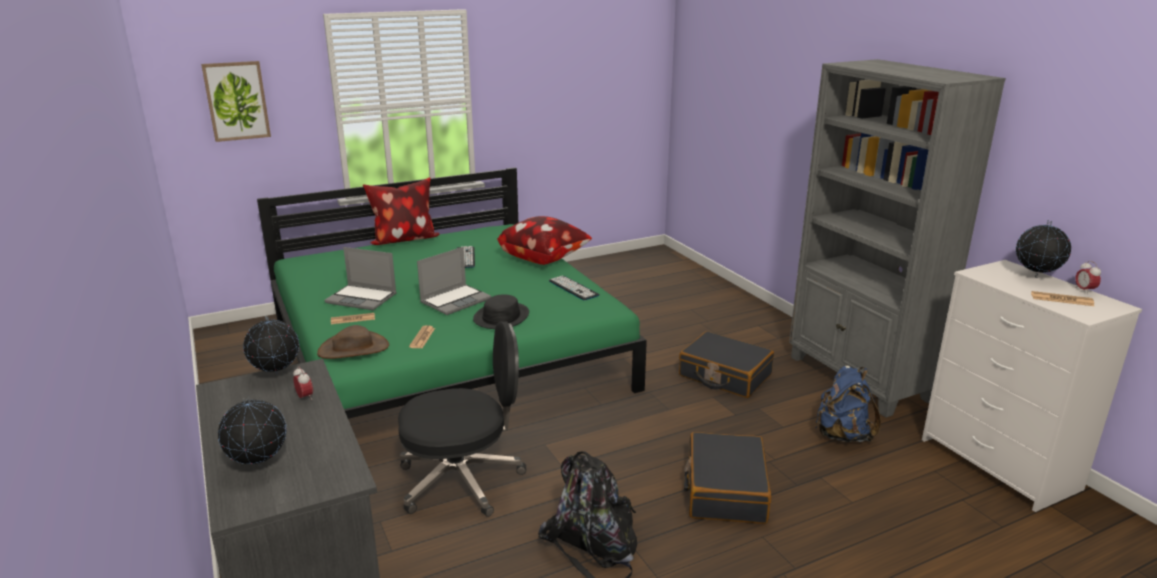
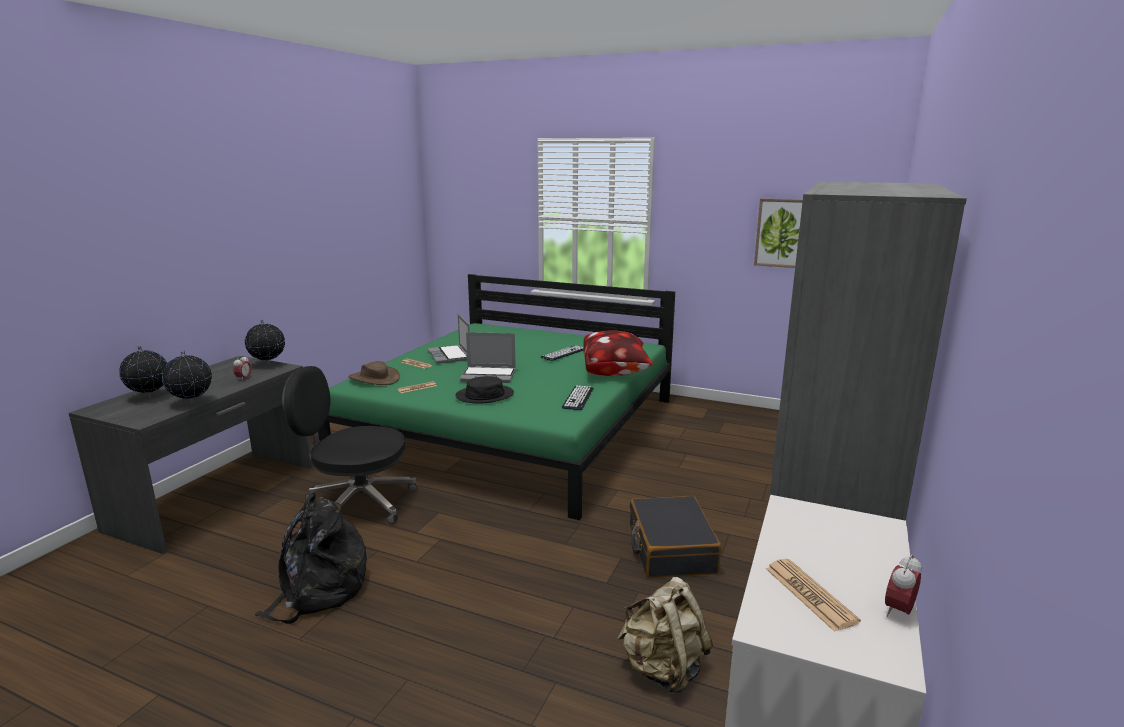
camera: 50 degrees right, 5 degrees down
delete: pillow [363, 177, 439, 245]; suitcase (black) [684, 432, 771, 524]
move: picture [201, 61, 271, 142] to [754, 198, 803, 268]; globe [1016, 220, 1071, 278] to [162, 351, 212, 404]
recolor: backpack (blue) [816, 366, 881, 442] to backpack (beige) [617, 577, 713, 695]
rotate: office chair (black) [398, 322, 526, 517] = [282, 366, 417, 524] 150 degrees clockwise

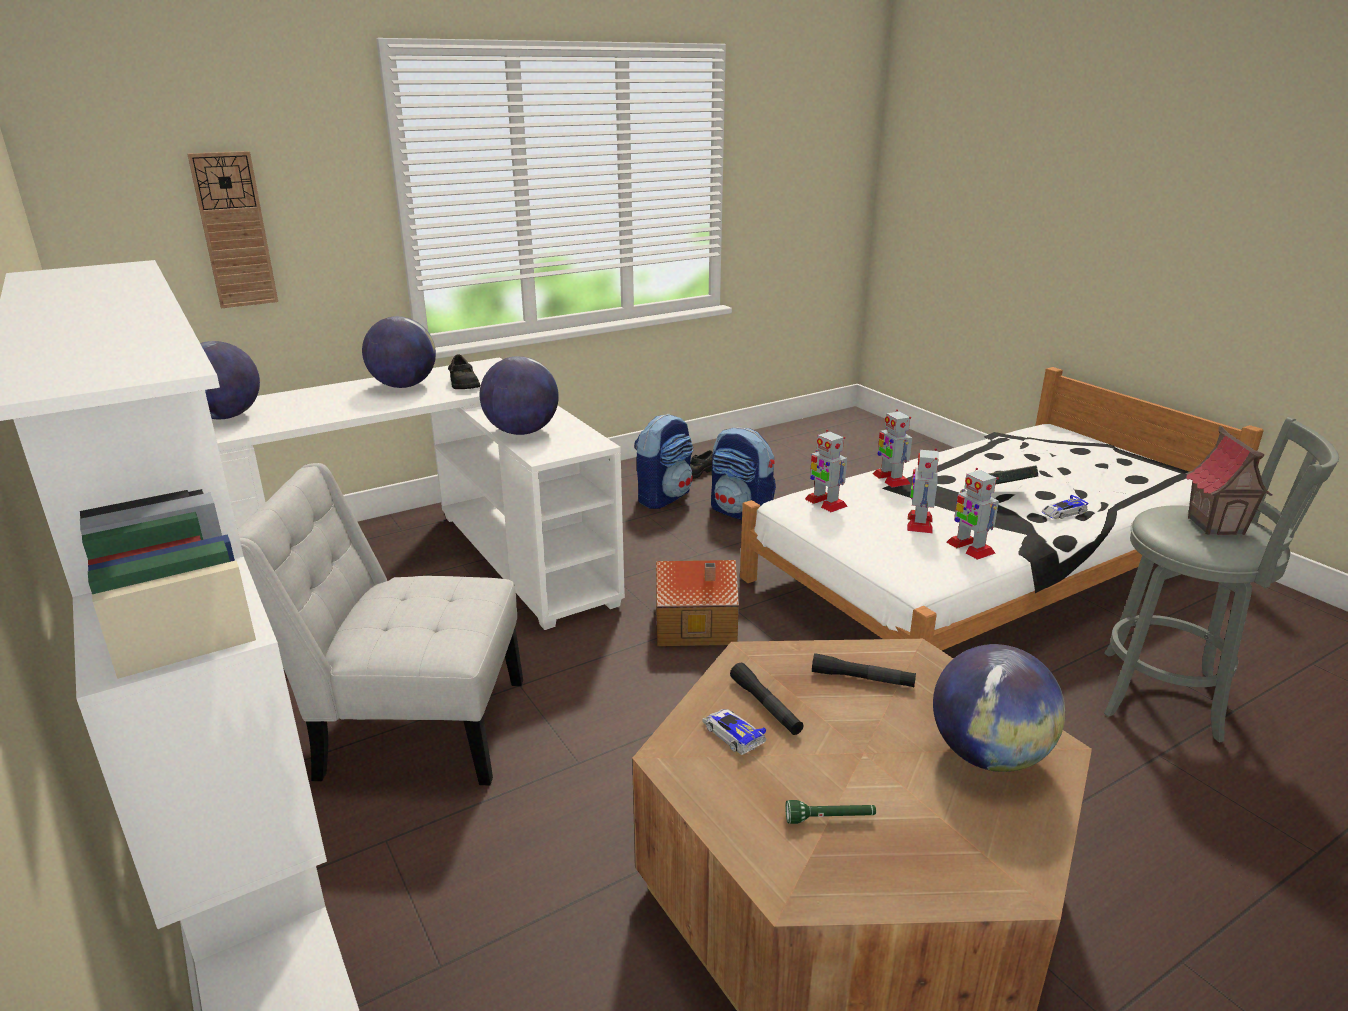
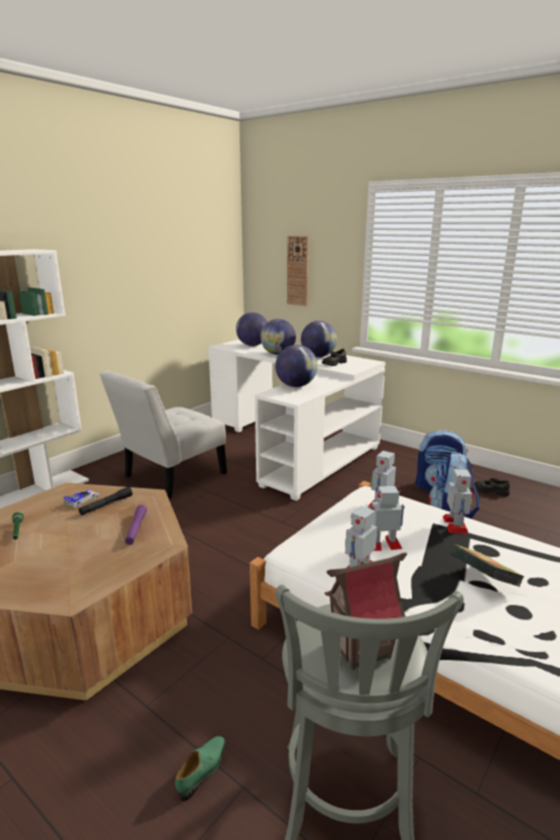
camera: 70 degrees right, 5 degrees down
delete: toy house [656, 560, 739, 646]; toy car [1042, 495, 1088, 519]
insert: shoe (green) [175, 736, 225, 801]
move: globe [933, 644, 1065, 772] to [260, 319, 296, 355]
recolor: flashlight (black) [812, 653, 916, 687] to flashlight (purple) [125, 505, 147, 545]
rotate: chair (white) [237, 463, 523, 785] = [100, 370, 227, 499] 120 degrees counterclockwise; toy robot [873, 409, 912, 487] = [443, 467, 473, 534] 135 degrees clockwise

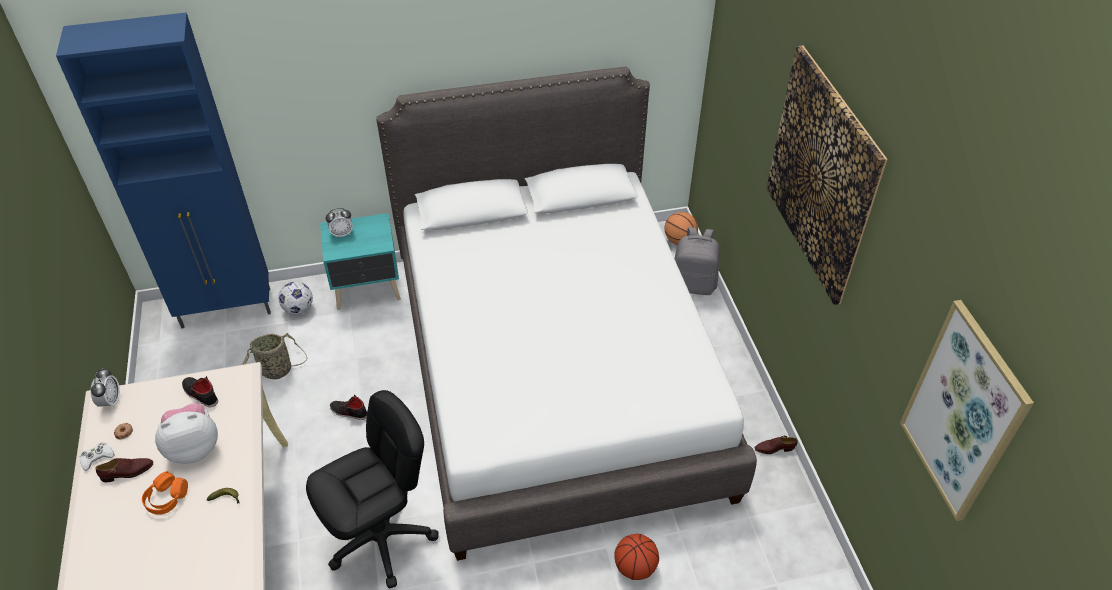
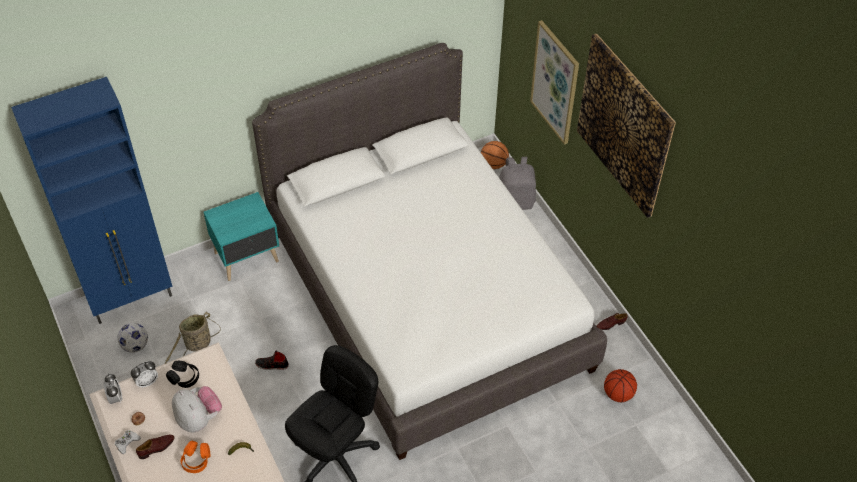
camera: 15 degrees left, 5 degrees up
move: football [279, 282, 313, 315] to [117, 323, 148, 353]; alarm clock [326, 208, 353, 237] to [131, 361, 158, 388]; basketball [614, 534, 659, 580] to [604, 369, 637, 402]; picture [900, 300, 1034, 521] to [530, 20, 579, 145]
replace: shoe (black) [182, 376, 218, 407] to headphones (black) [166, 361, 199, 388]
rotate: plush toy [155, 403, 218, 464] = [172, 386, 222, 432] 90 degrees clockwise

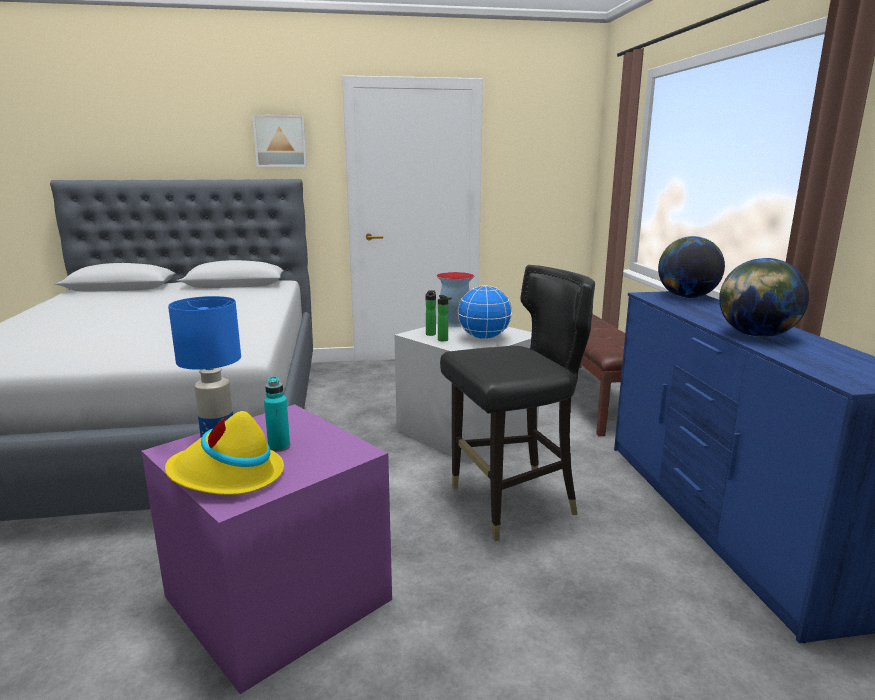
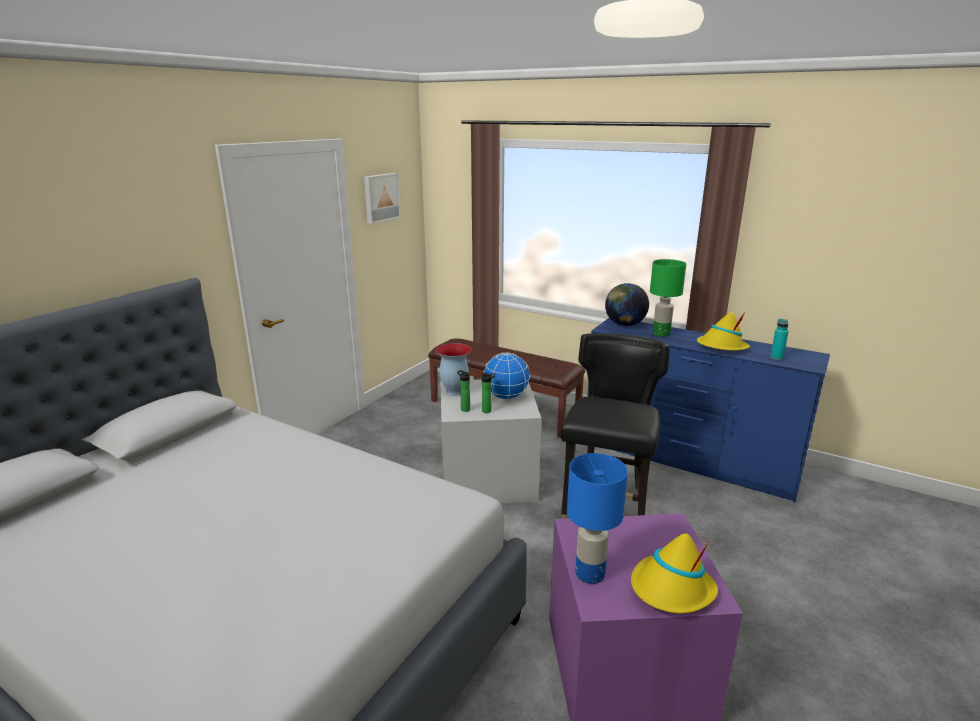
camera: 50 degrees left, 5 degrees up
insert: table lamp (green) [650, 259, 686, 337]
move: picture [252, 115, 307, 167] to [364, 173, 401, 224]; bottle (turquoise) [264, 377, 290, 452] to [770, 319, 789, 360]
replace: globe [719, 258, 809, 337] to hat (yellow) [697, 312, 750, 350]

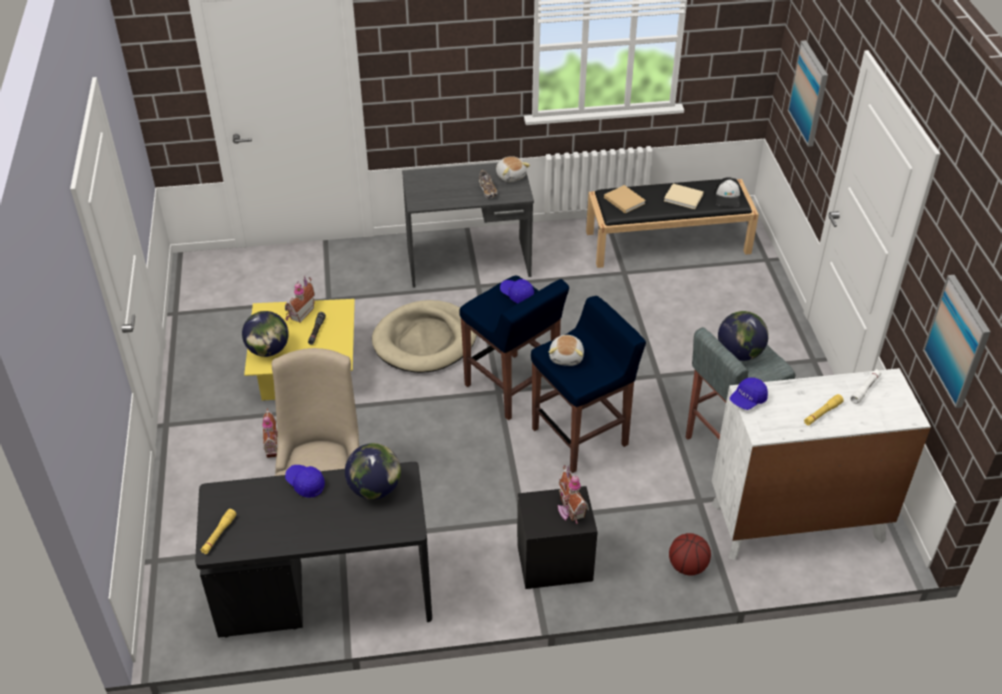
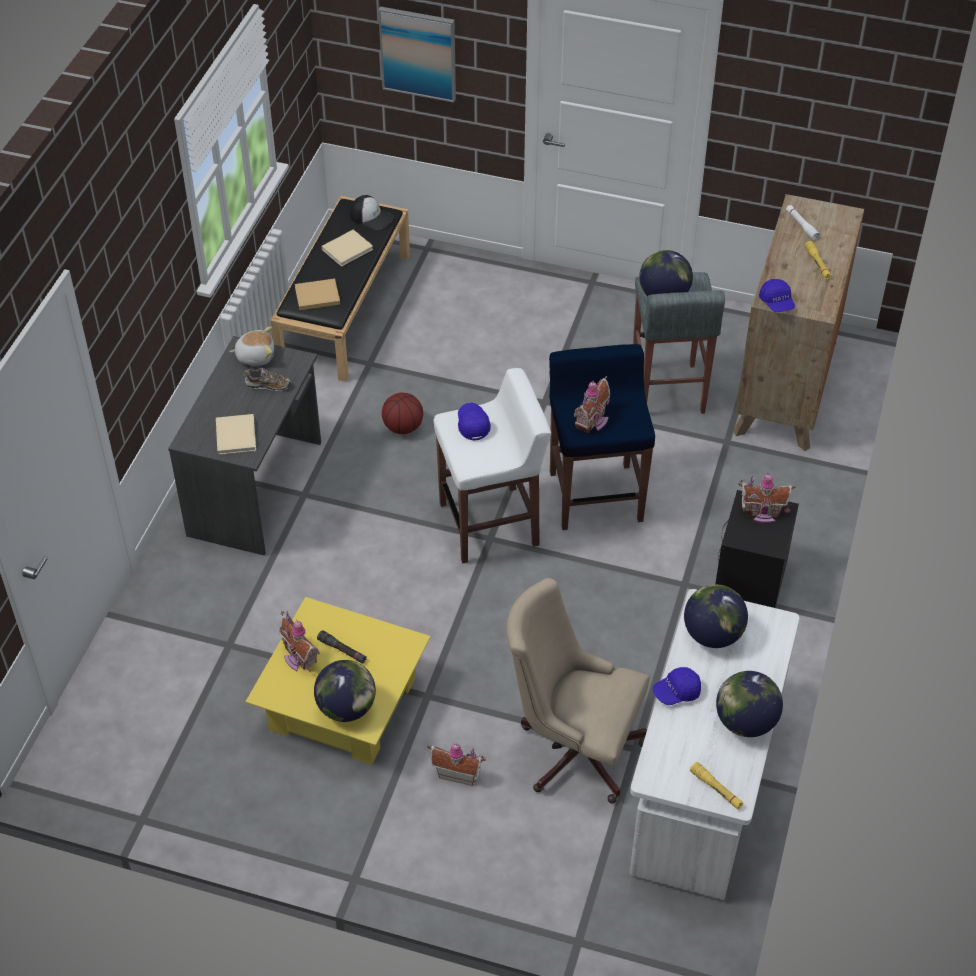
camera: 65 degrees left, 5 degrees up
delete: dog bed (beige) [372, 300, 477, 373]; picture [923, 275, 991, 408]
insert: book (beige) [216, 414, 256, 455]; globe [716, 671, 783, 737]
move: basketball [669, 533, 711, 576] to [382, 392, 423, 434]
replace: plush toy [549, 335, 584, 366] to toy house [574, 376, 610, 433]
recolor: desk (black) [195, 462, 432, 638] to desk (white) [630, 589, 800, 900]; stool (blue) [459, 276, 569, 420] to stool (white) [434, 368, 551, 563]; dresser (white) [710, 368, 931, 560] to dresser (brown) [733, 194, 864, 451]
rotate: cap (blue) [500, 279, 534, 303] = [458, 403, 491, 440] 105 degrees clockwise

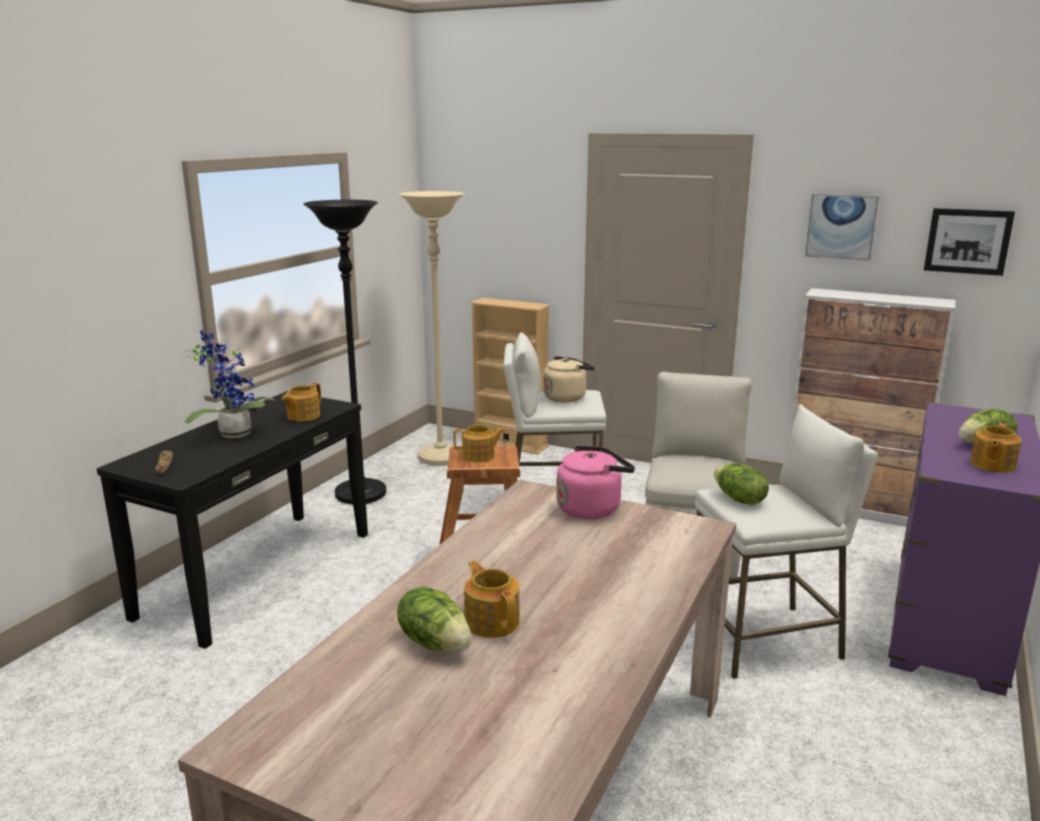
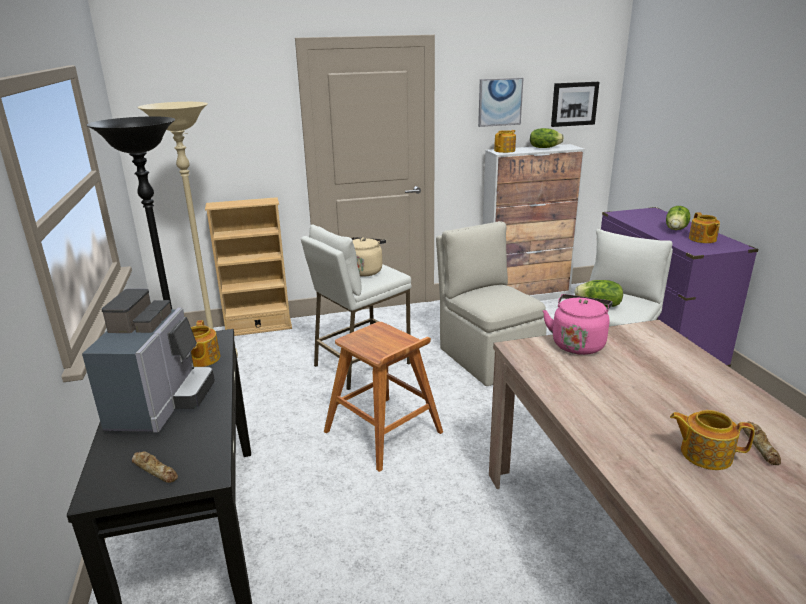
camera: 40 degrees left, 5 degrees up
insert: bread [743, 421, 781, 465]
move: lettuce [397, 587, 472, 652] to [530, 128, 564, 148]; teapot [453, 425, 505, 462] to [494, 130, 516, 153]
replace: potted plant [185, 330, 276, 438] to coffee machine [82, 289, 215, 433]

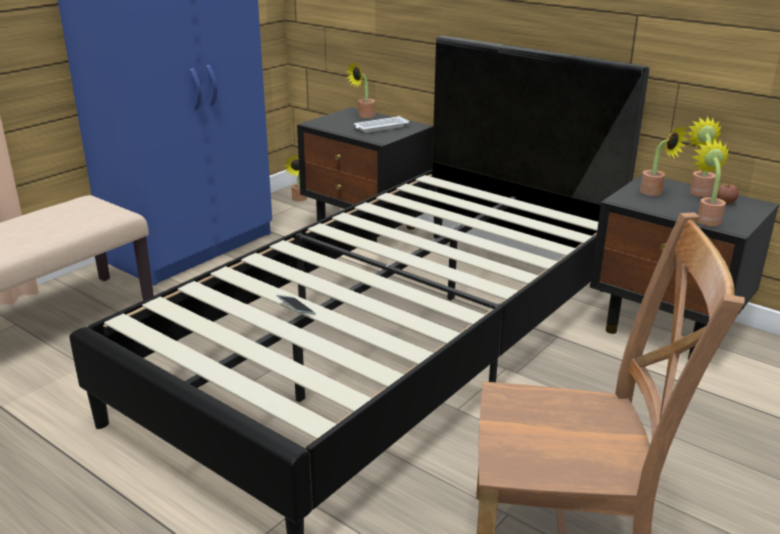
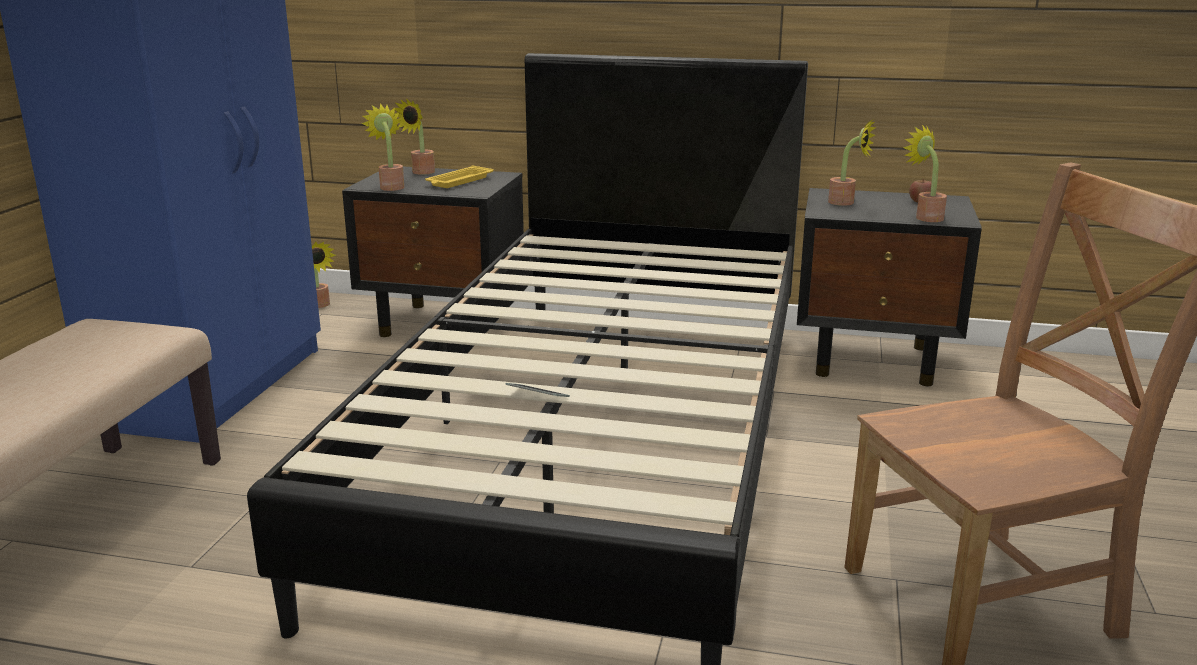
camera: 25 degrees left, 5 degrees down
move: potted plant [687, 116, 722, 197] to [361, 103, 404, 191]
recolor: tray (white) [354, 116, 409, 133] to tray (yellow) [425, 166, 493, 188]

